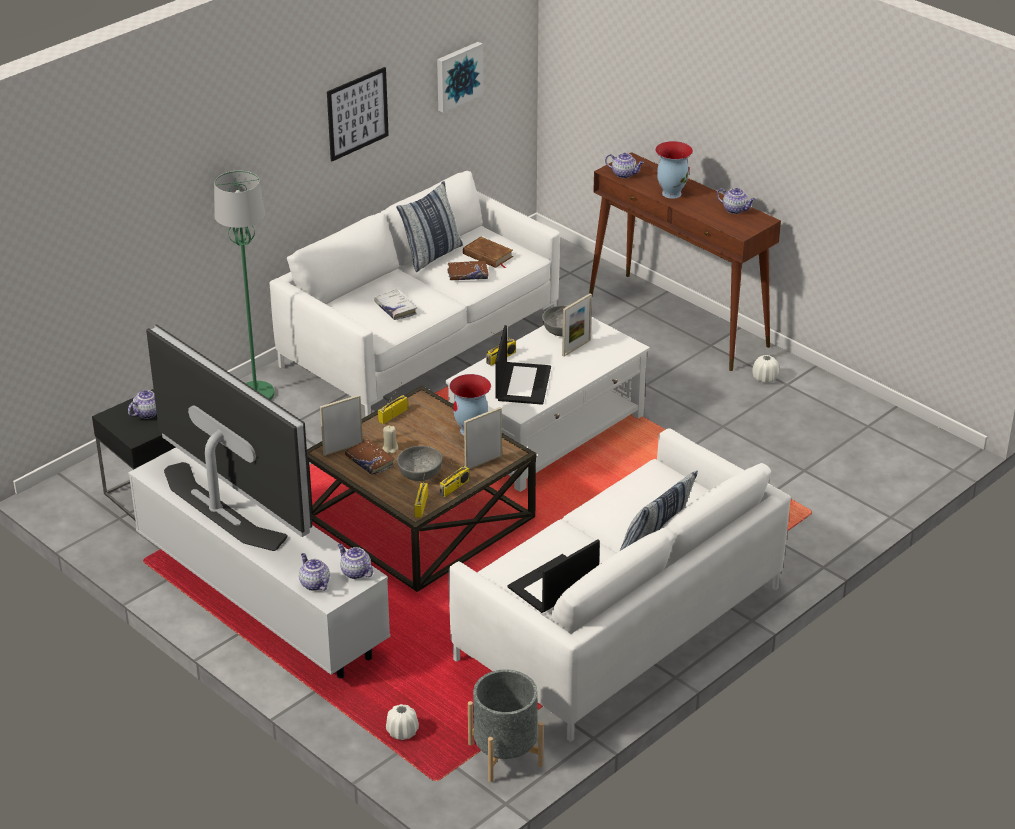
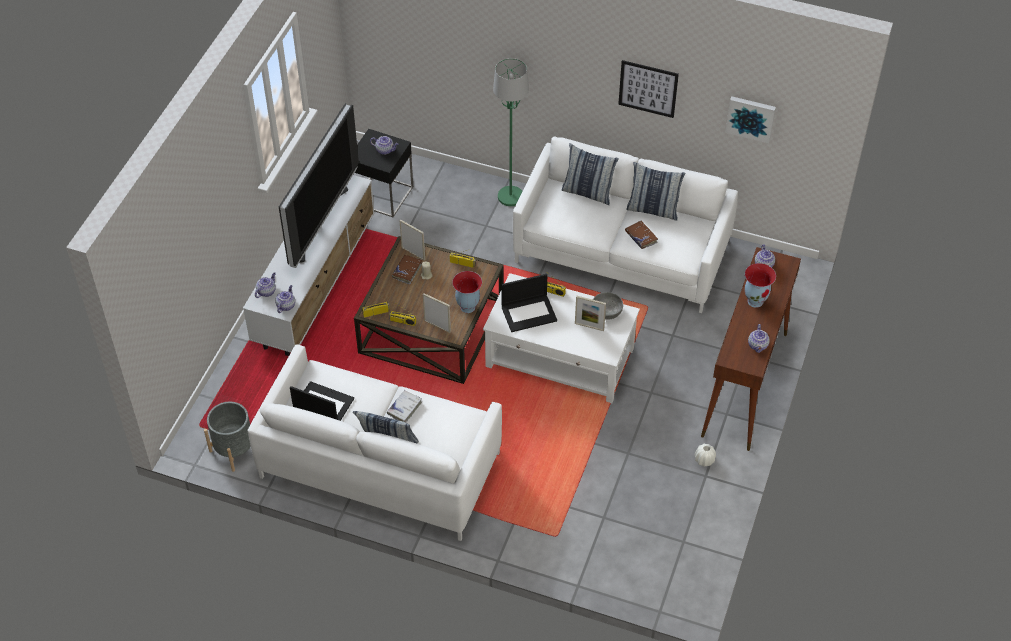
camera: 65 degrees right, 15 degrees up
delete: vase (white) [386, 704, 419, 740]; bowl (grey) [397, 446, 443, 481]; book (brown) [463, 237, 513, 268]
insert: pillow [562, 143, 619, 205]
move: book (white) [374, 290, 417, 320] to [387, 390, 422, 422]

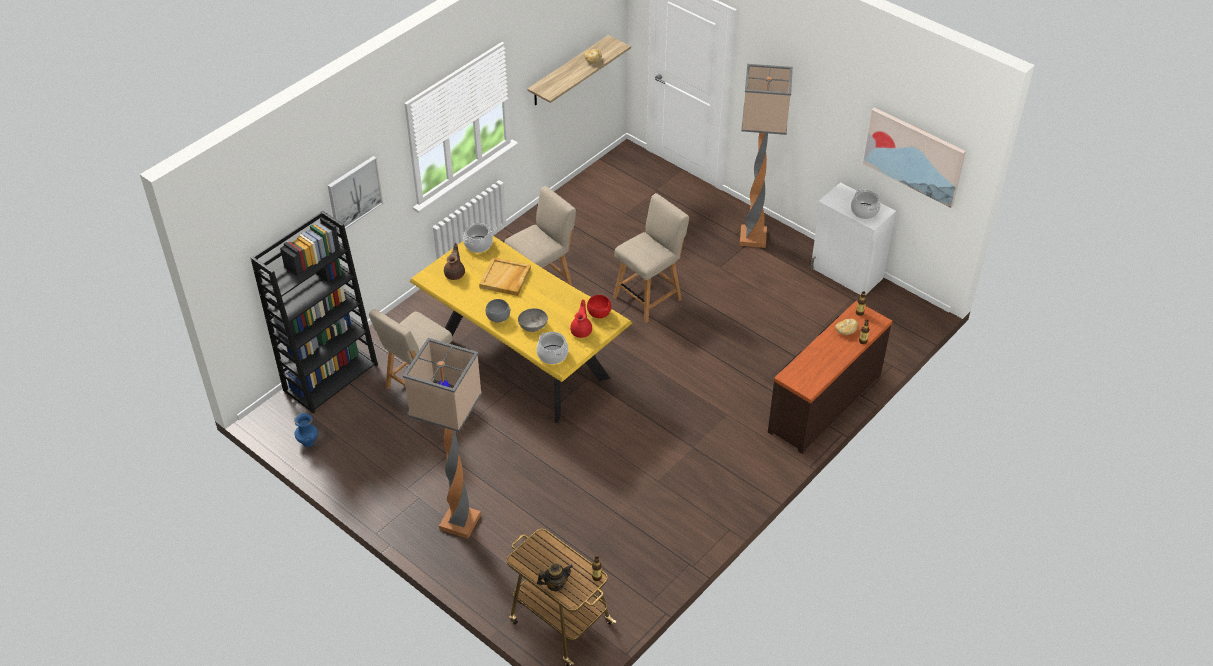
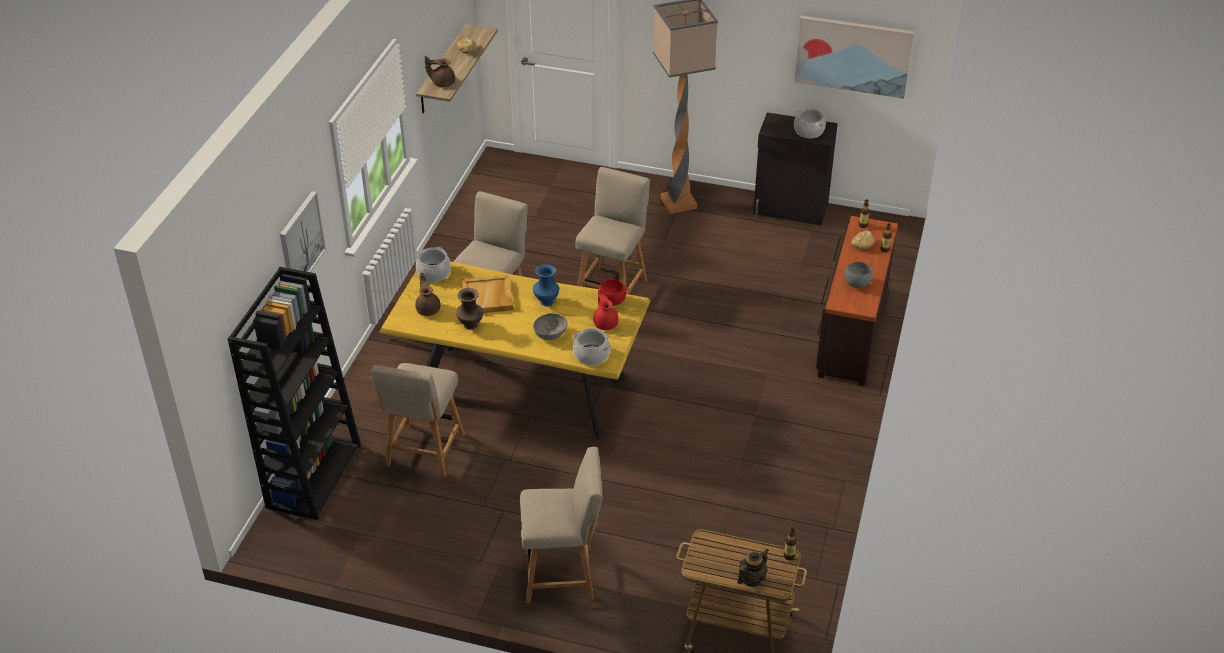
camera: 25 degrees left, 5 degrees down
insert: teapot (brown) [424, 56, 455, 87]; vase (brown) [457, 288, 483, 330]
move: vase (blue) [294, 413, 318, 447] to [533, 264, 559, 306]; bowl (grey) [485, 299, 511, 323] to [844, 262, 873, 288]
replace: floor lamp [403, 338, 482, 539] to chair (beige) [520, 447, 603, 603]
recolor: cabinet (white) [811, 182, 896, 295] to cabinet (black) [753, 112, 838, 226]

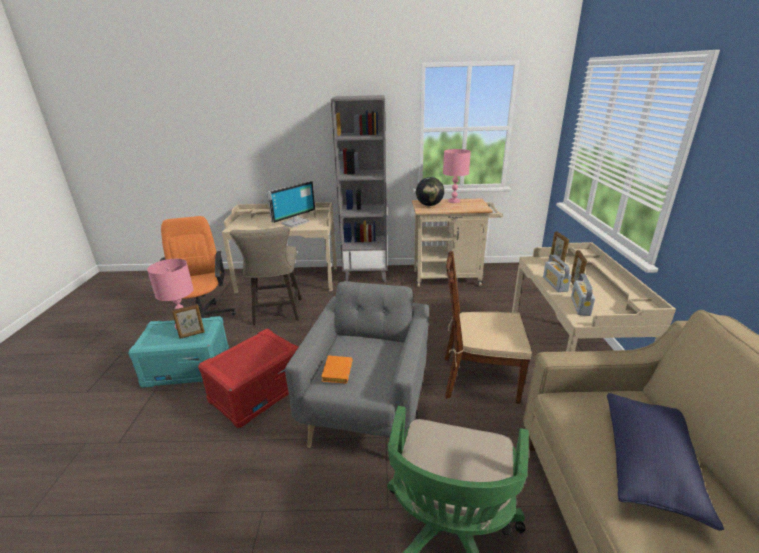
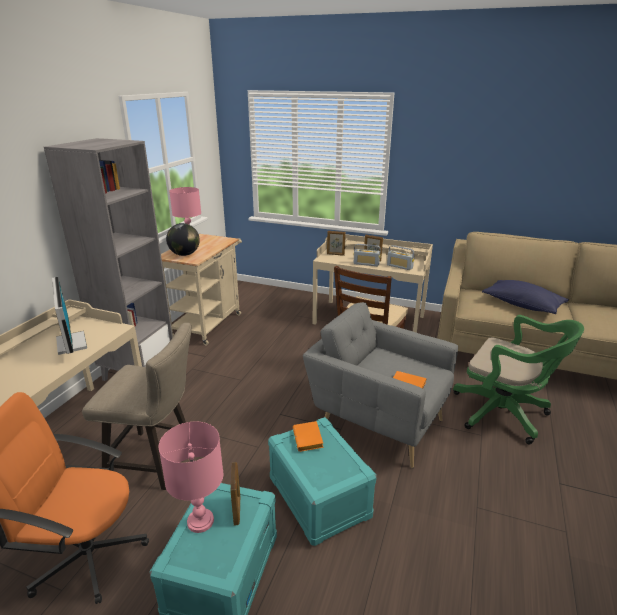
camera: 70 degrees left, 0 degrees up
insert: book (orange) [293, 421, 324, 452]
recolor: storage box (red) [198, 329, 298, 428] to storage box (turquoise) [268, 417, 377, 546]

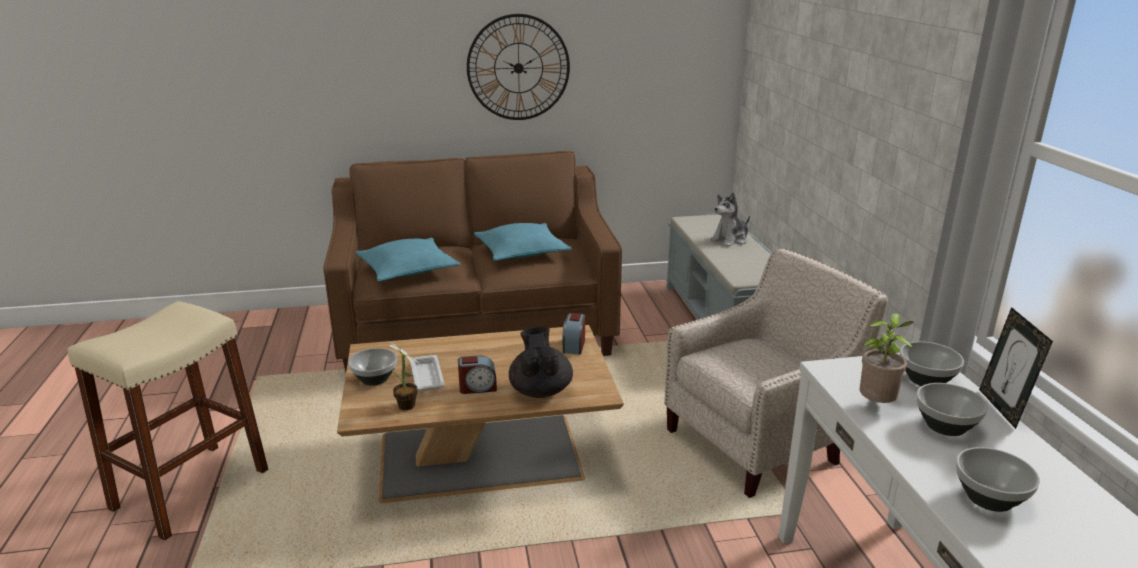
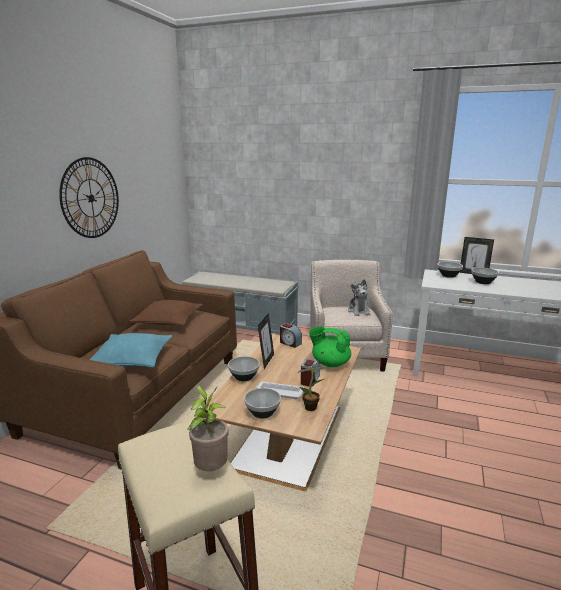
camera: 60 degrees left, 5 degrees down
insert: picture frame [258, 313, 274, 369]
move: plush toy [710, 192, 750, 247] to [348, 279, 370, 316]; potted plant [860, 313, 914, 403] to [188, 385, 229, 471]; bowl [956, 447, 1040, 512] to [228, 356, 260, 381]
recolor: pillow (turquoise) [474, 223, 572, 261] to pillow (brown) [129, 300, 203, 326]; teapot (black) [509, 326, 573, 398] to teapot (green) [309, 326, 351, 367]

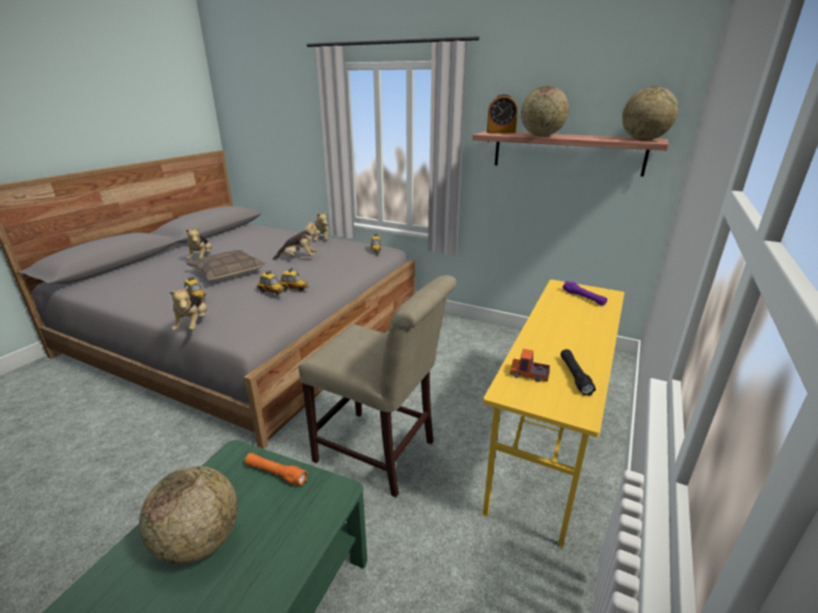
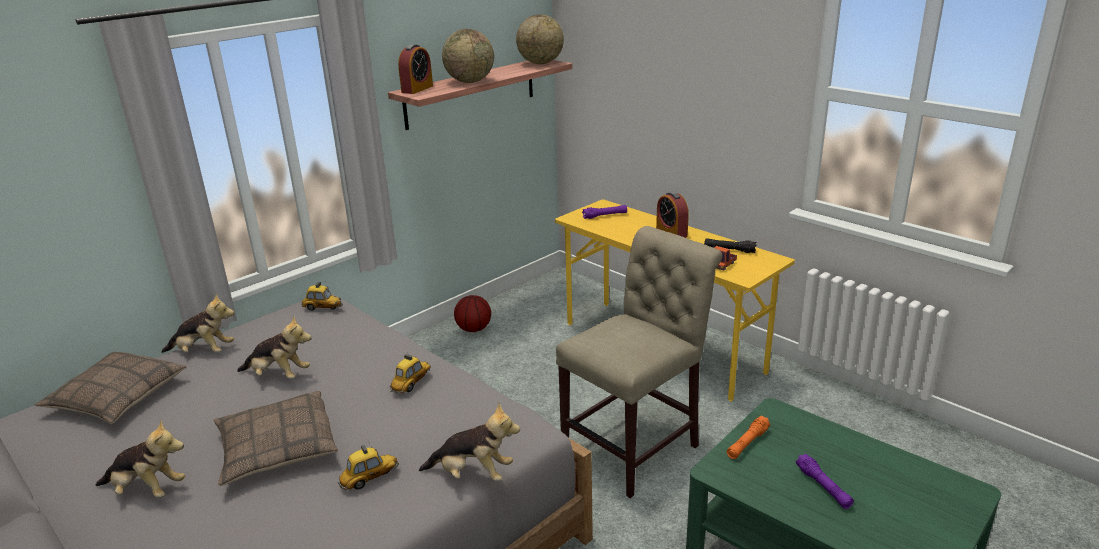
camera: 70 degrees left, 0 degrees up
delete: toy car [256, 270, 285, 295]
insert: pillow [35, 352, 187, 424]; basketball [454, 295, 491, 332]; alarm clock [656, 192, 689, 238]
replace: globe [139, 466, 238, 564] to flashlight (purple) [796, 453, 854, 509]
rotate: plush toy [273, 221, 320, 259] = [237, 316, 311, 379] 90 degrees clockwise

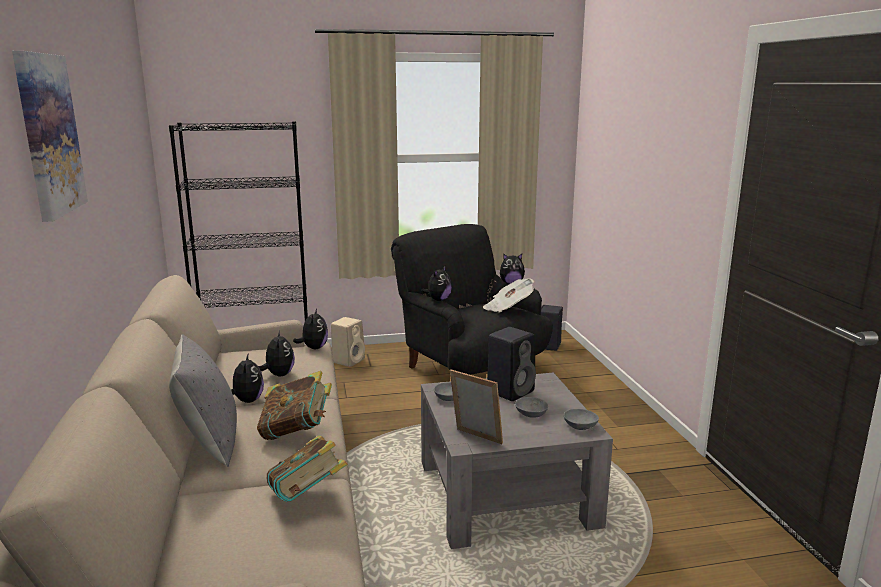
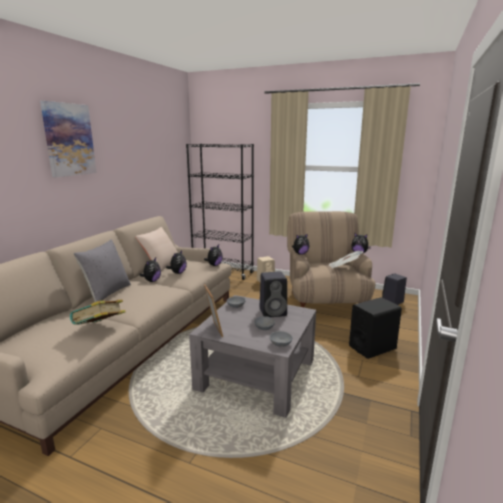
camera: 35 degrees right, 0 degrees up
delete: book [257, 371, 332, 440]
insert: pillow (beige) [135, 227, 178, 271]; speaker (black) [349, 297, 402, 359]
recolor: armchair (black) [391, 224, 553, 375] to armchair (beige) [287, 211, 376, 308]

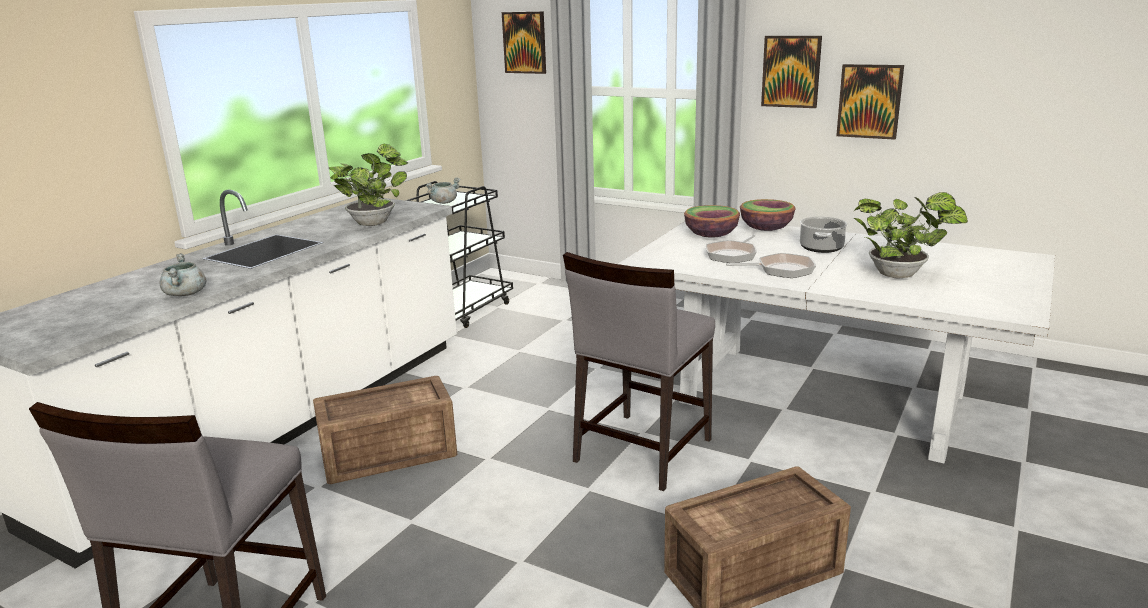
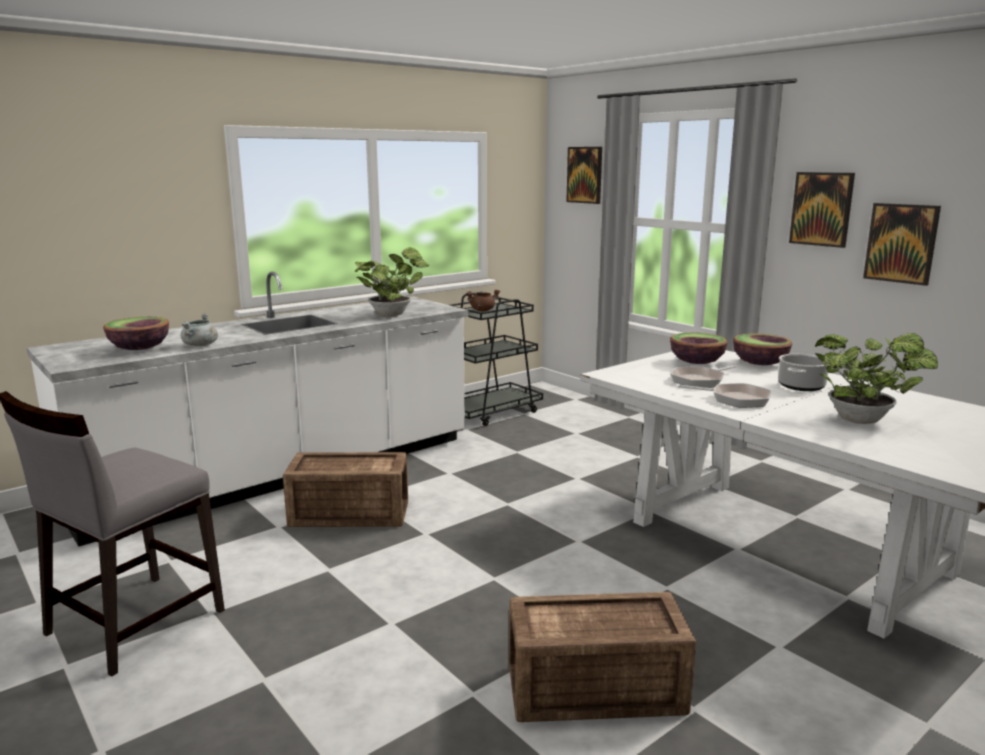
camera: 20 degrees right, 5 degrees down
delete: chair (grey) [563, 252, 715, 491]
insert: bowl [103, 317, 169, 350]
recolor: cooking pot (grey) [425, 178, 460, 204] to cooking pot (brown) [466, 290, 500, 311]

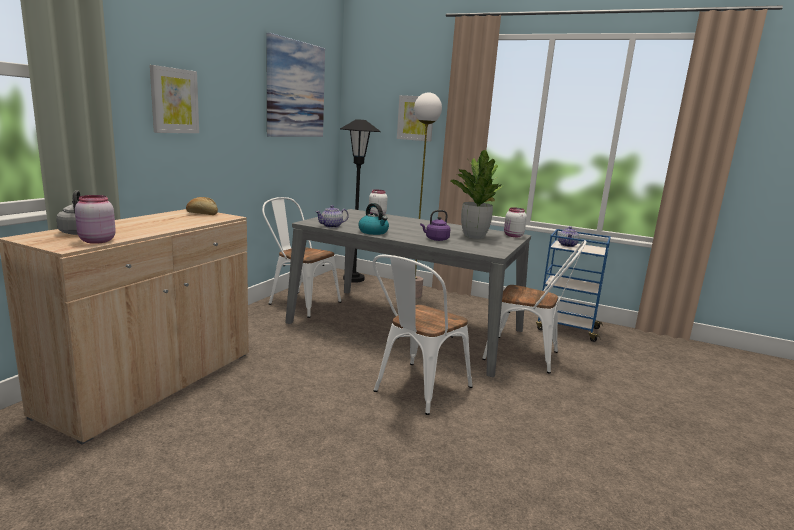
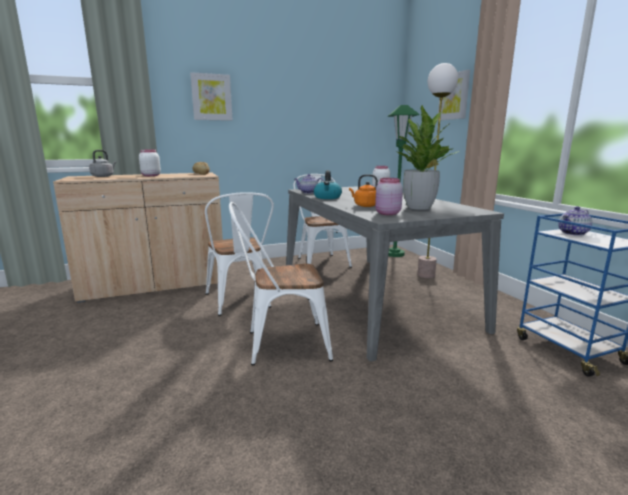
camera: 45 degrees right, 0 degrees up
delete: picture [266, 33, 325, 137]
move: jar (pink) [75, 195, 116, 244] to [375, 178, 403, 215]; chair (white) [482, 240, 587, 374] to [205, 192, 274, 316]; jar (white) [504, 207, 527, 237] to [139, 149, 161, 176]
recolor: floor lamp (black) [340, 119, 381, 283] to floor lamp (green) [387, 105, 420, 257]; kettle (purple) [420, 210, 450, 241] to kettle (orange) [349, 174, 378, 207]

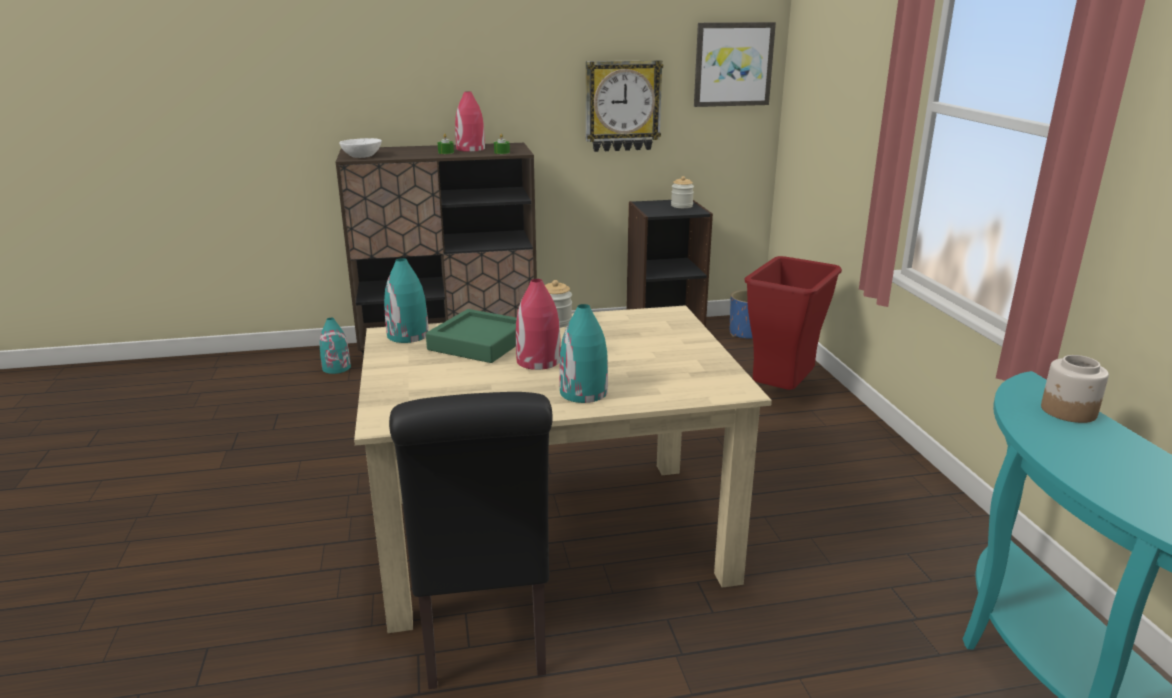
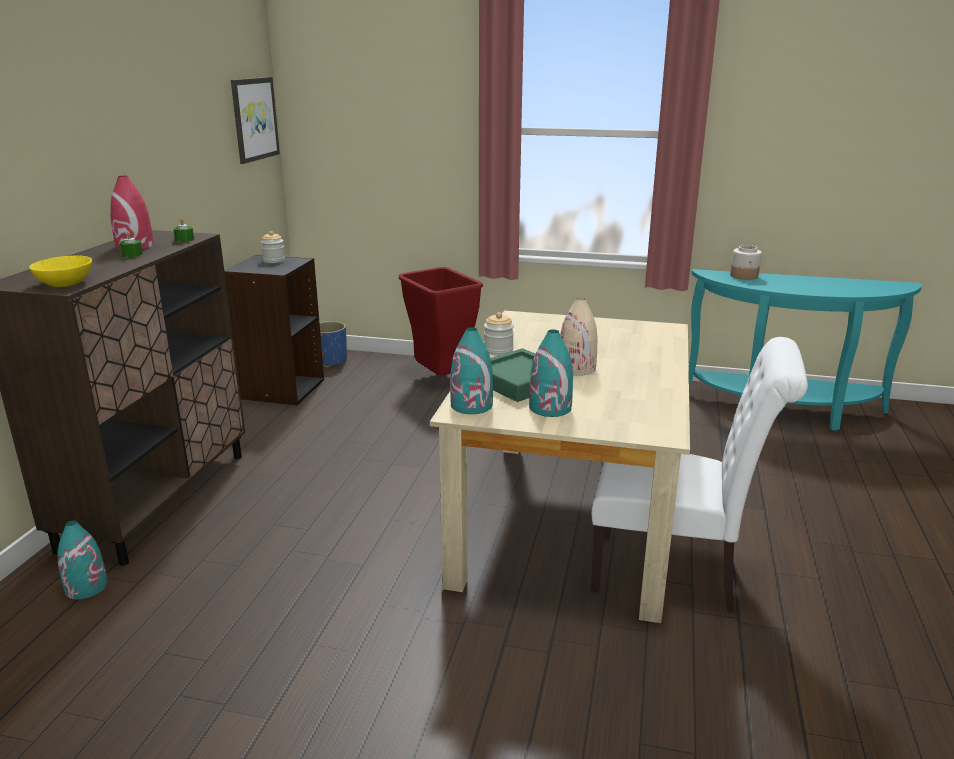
camera: 65 degrees left, 0 degrees up
delete: wall clock [586, 60, 663, 152]
move: vase (turquoise) [559, 304, 608, 403] to [529, 330, 573, 417]
recolor: bowl (white) [339, 138, 382, 158] to bowl (yellow) [29, 255, 92, 287]; chair (black) [389, 392, 553, 689] to chair (white) [591, 337, 808, 613]; vase (red) [516, 279, 561, 370] to vase (beige) [560, 297, 597, 376]

